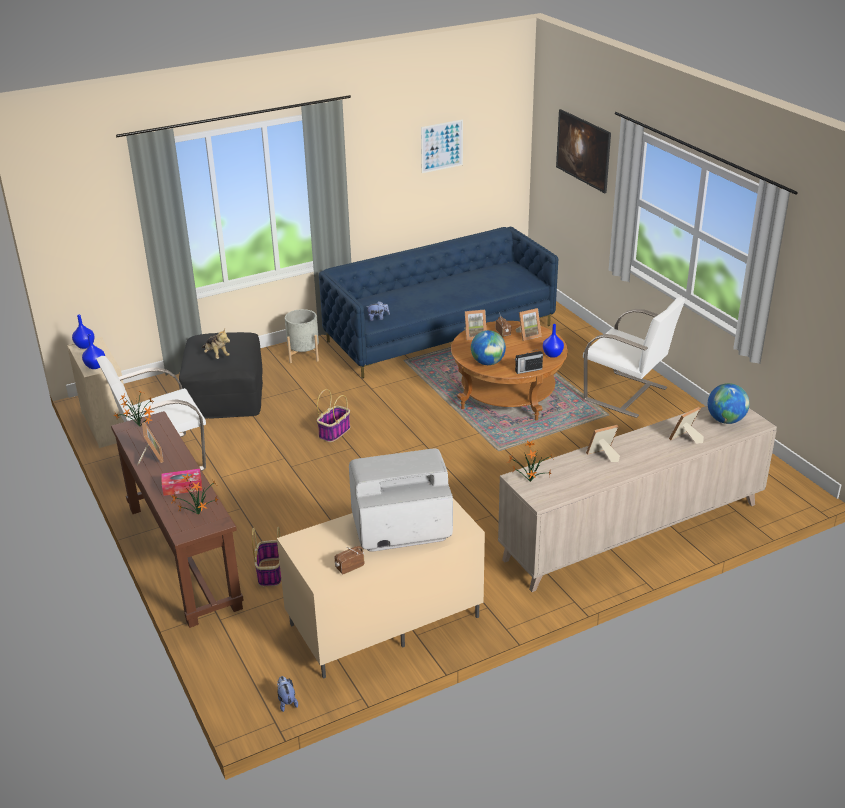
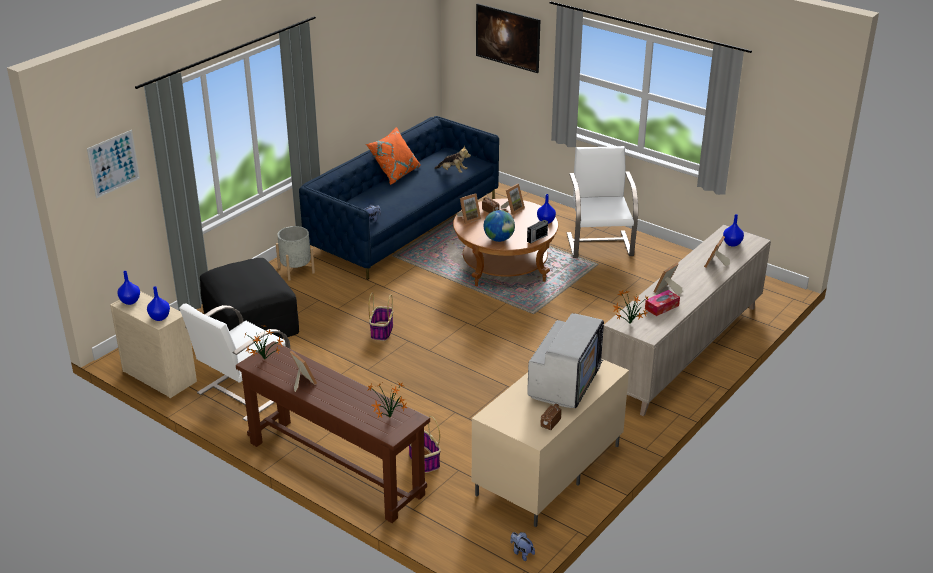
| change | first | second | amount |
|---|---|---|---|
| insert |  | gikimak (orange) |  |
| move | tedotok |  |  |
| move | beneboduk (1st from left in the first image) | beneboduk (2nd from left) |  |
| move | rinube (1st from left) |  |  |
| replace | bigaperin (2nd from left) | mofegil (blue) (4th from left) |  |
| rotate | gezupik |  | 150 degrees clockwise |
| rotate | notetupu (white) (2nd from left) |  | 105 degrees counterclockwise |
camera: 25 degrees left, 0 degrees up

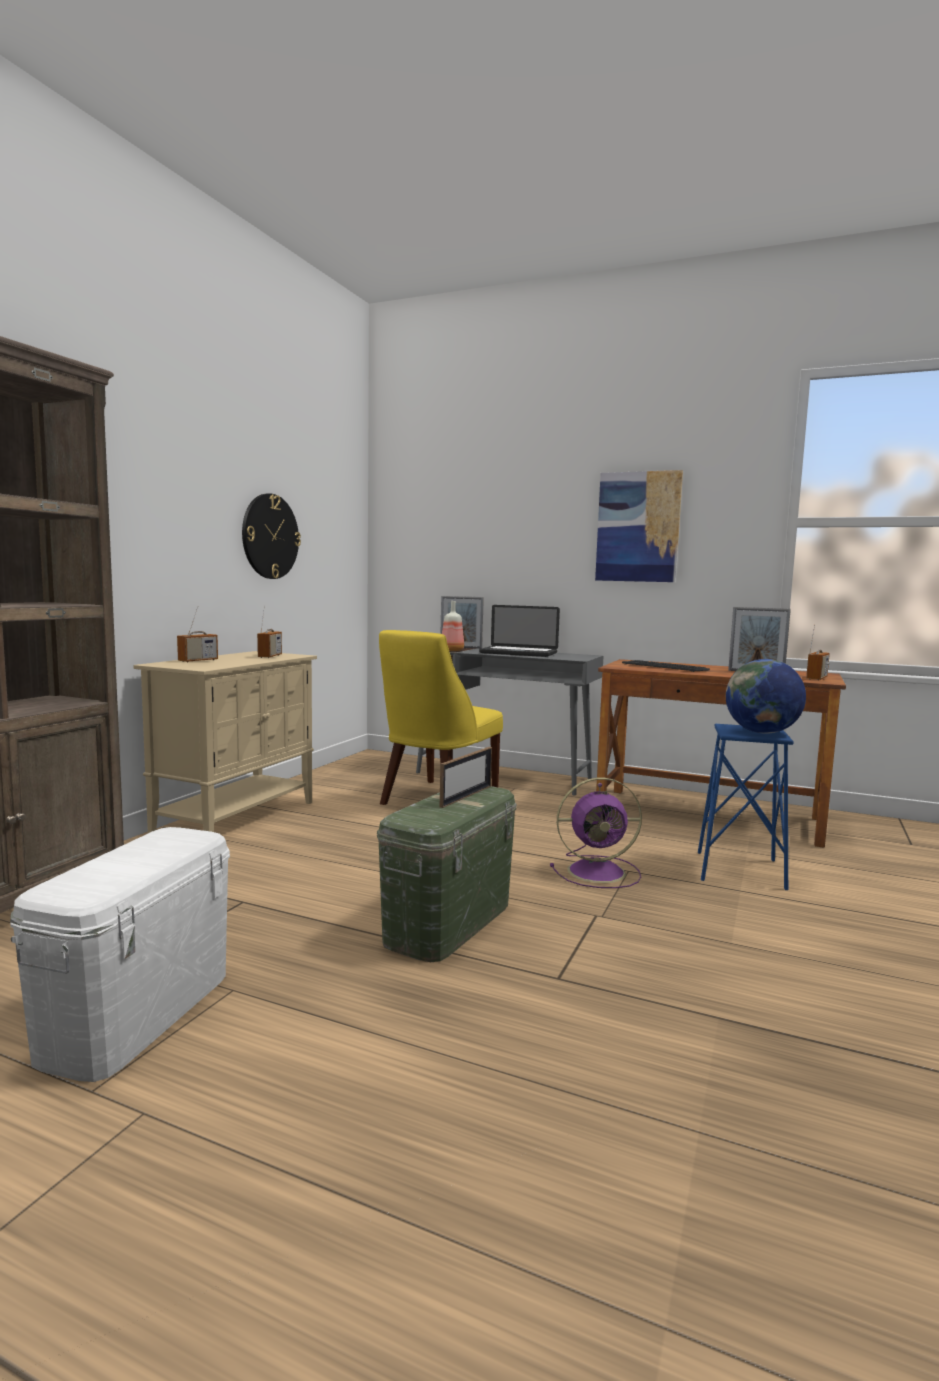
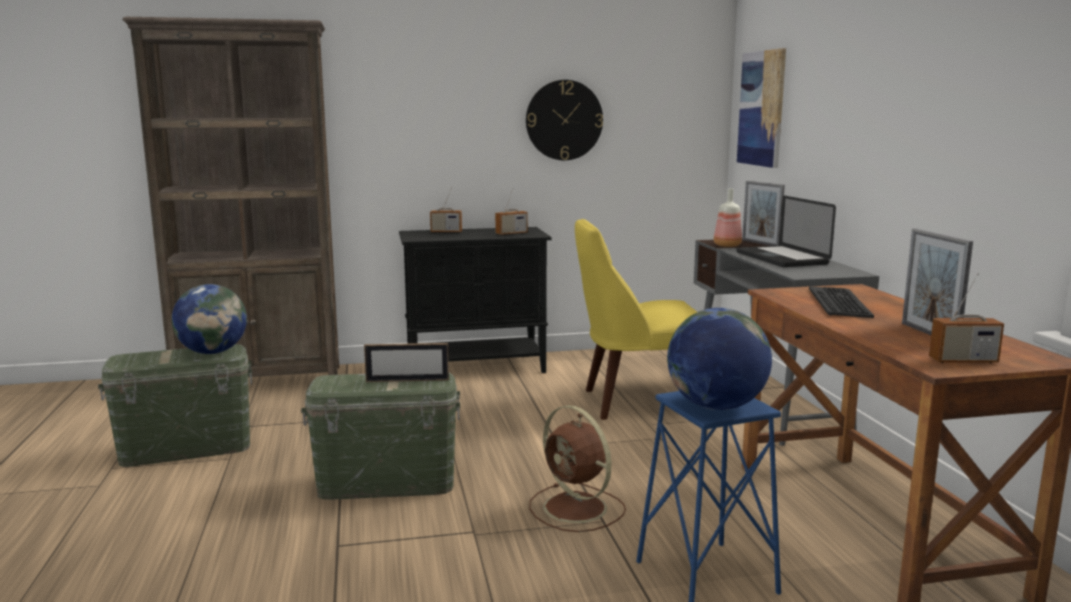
| change | first | second | amount |
|---|---|---|---|
| insert |  | bigaperin (1st from left) |  |
| move | rinube |  |  |
| recolor | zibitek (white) | zibitek (green) (1st from left) |  |
| recolor | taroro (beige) | taroro (black) |  |
| recolor | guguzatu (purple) | guguzatu (brown) |  |
camera: 55 degrees right, 5 degrees up

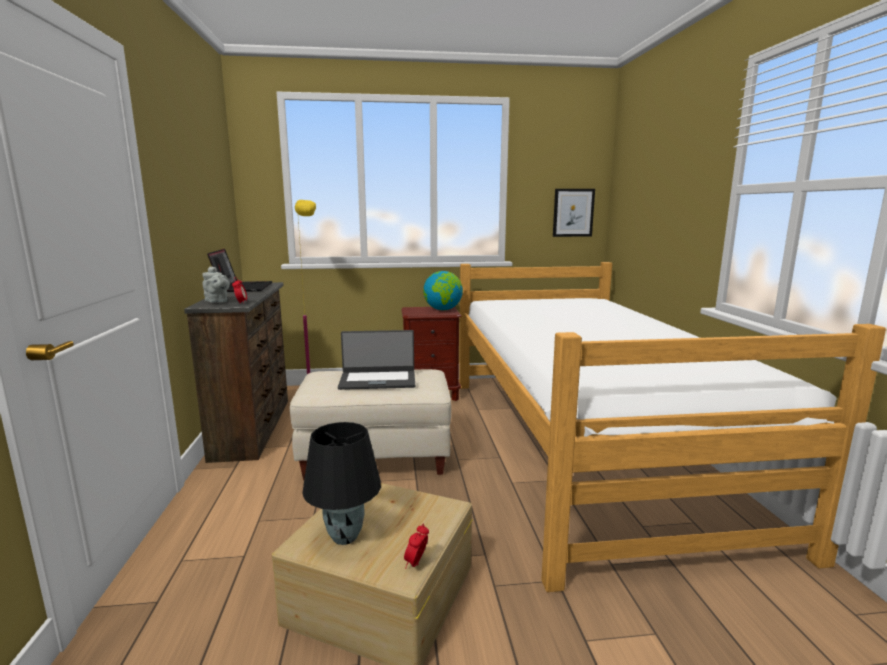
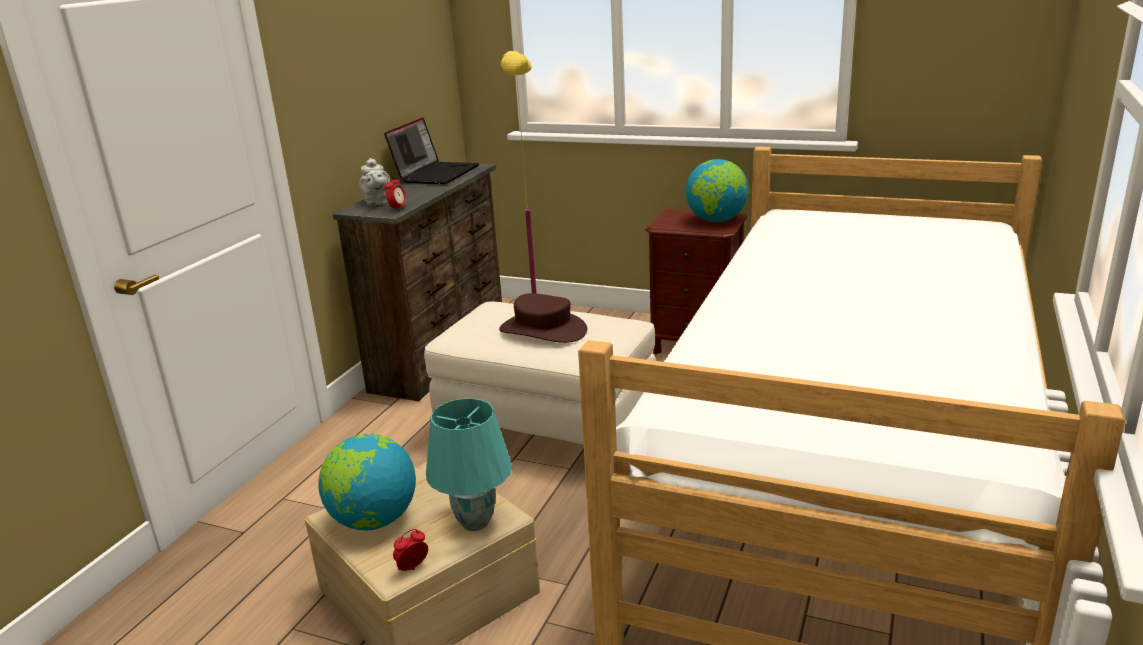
| change | first | second | amount |
|---|---|---|---|
| delete | rinube |  |  |
| insert |  | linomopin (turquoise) |  |
| replace | linomopin (black) | bigaperin (1st from left) |  |
| replace | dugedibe (2nd from left) | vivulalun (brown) |  |
camera: 30 degrees right, 10 degrees up

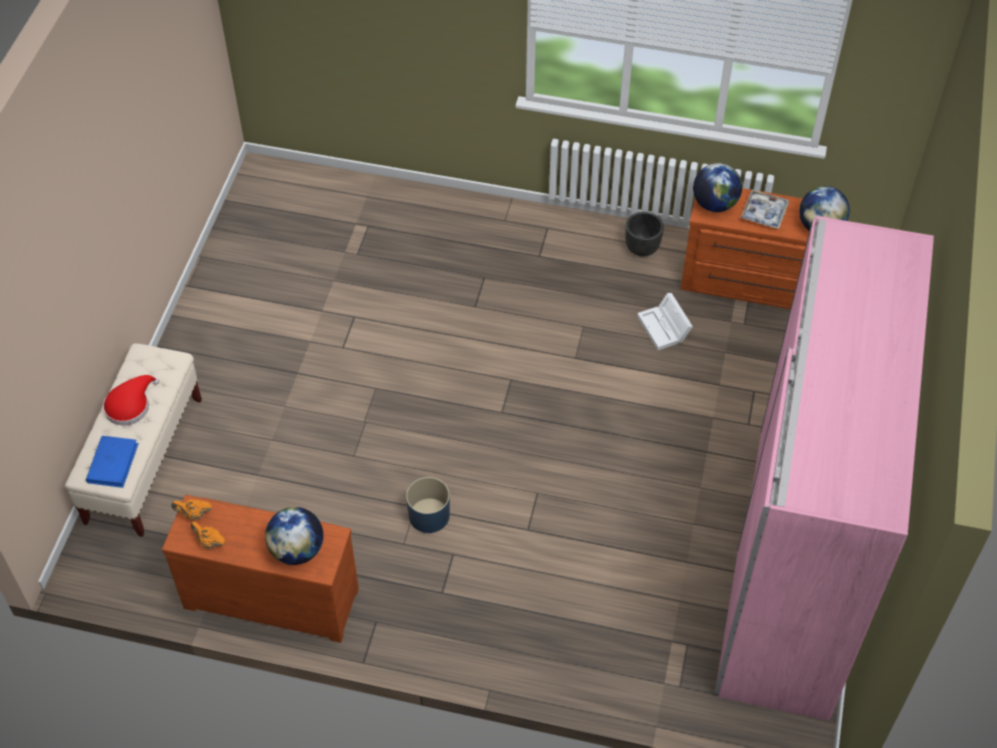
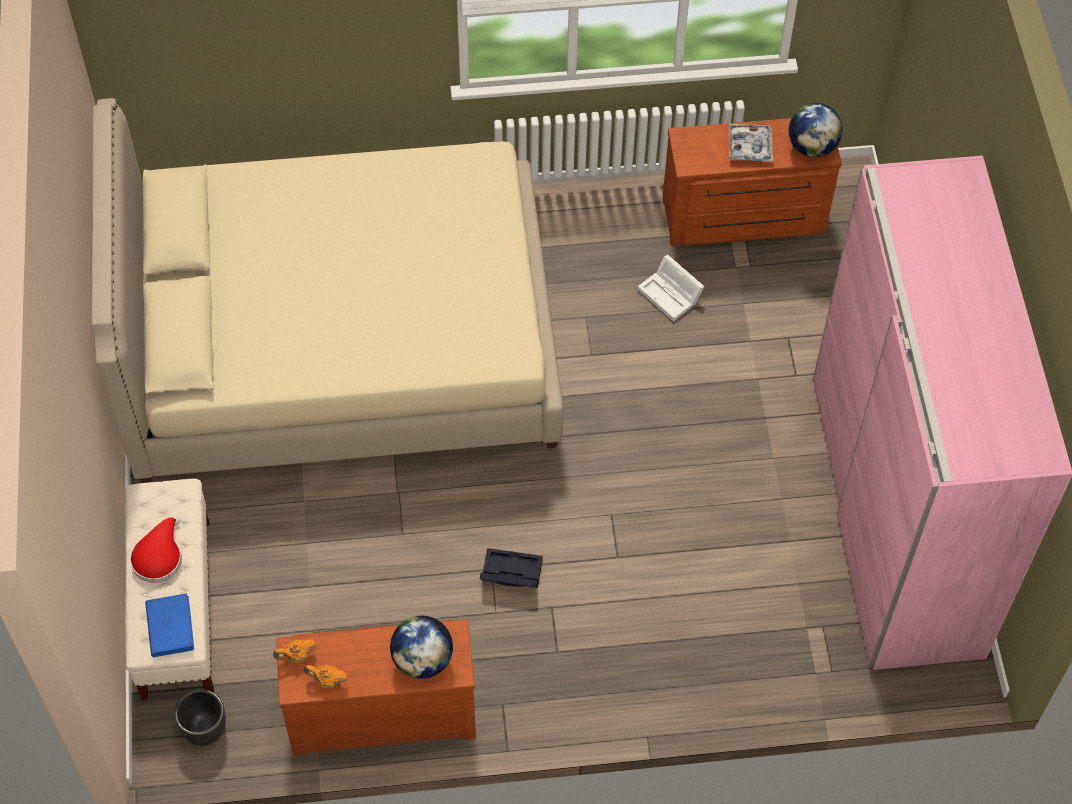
| change | first | second | amount |
|---|---|---|---|
| delete | bigaperin (2nd from left) |  |  |
| insert |  | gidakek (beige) |  |
| move | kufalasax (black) |  |  |
| replace | kufalasax (blue) | zibitek (black) |  |
camera: 20 degrees left, 5 degrees up

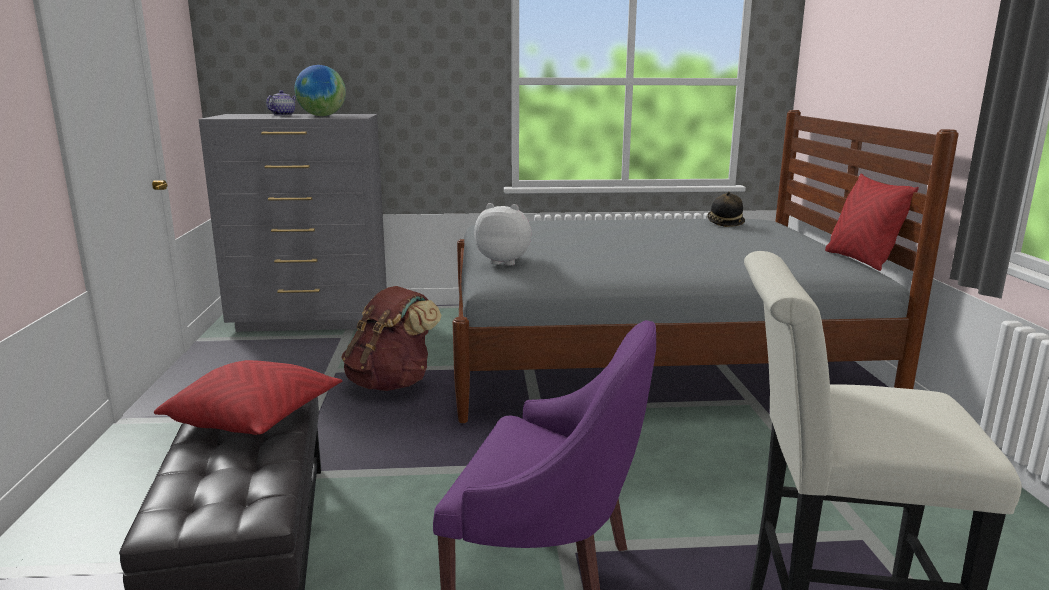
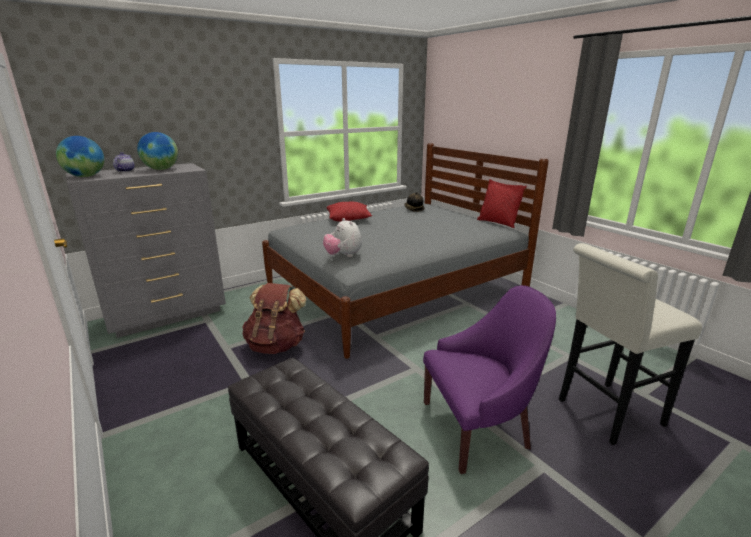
| change | first | second | amount |
|---|---|---|---|
| insert |  | bigaperin (1st from left) |  |
| move | gikimak (red) (1st from left) |  |  |
| rotate | beneboduk |  | 105 degrees counterclockwise |
camera: 30 degrees left, 5 degrees up

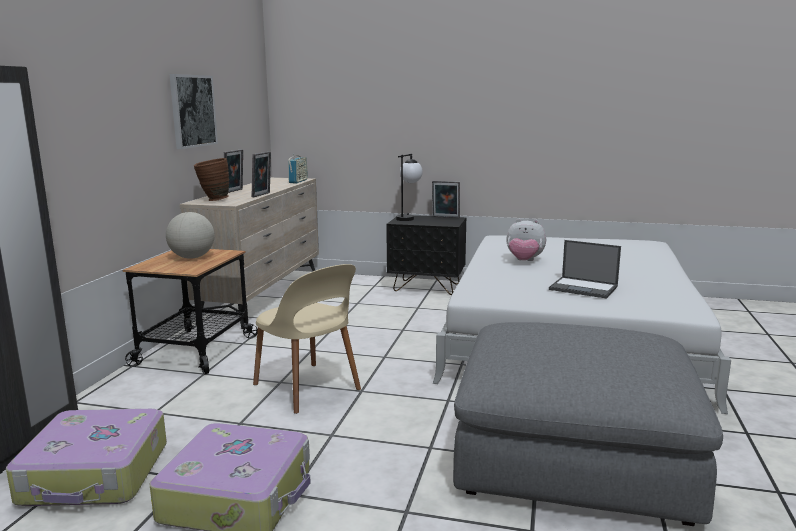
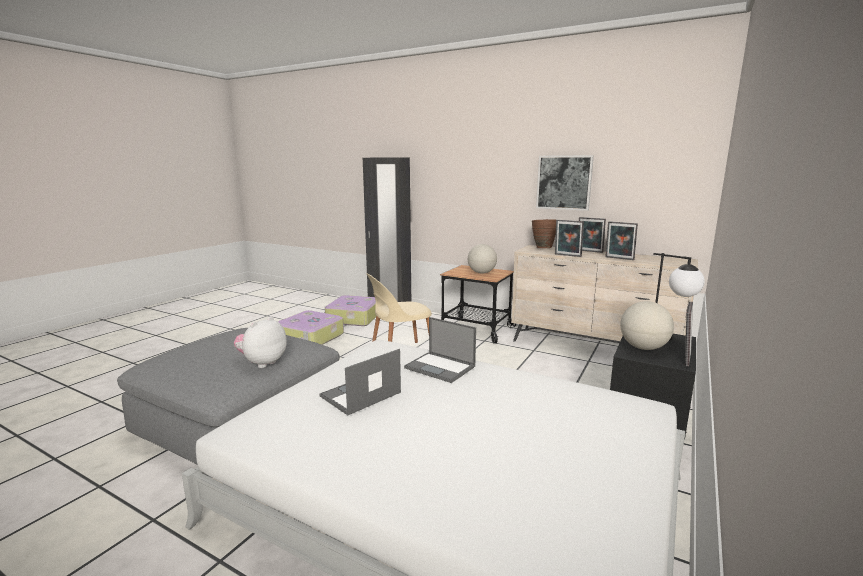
| change | first | second | amount |
|---|---|---|---|
| delete | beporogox |  |  |
| insert |  | dugedibe (2nd from left) |  |
| insert |  | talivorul (3rd from left) |  |
| insert |  | bigaperin (2nd from left) |  |
| move | beneboduk |  |  |
camera: 105 degrees right, 0 degrees up

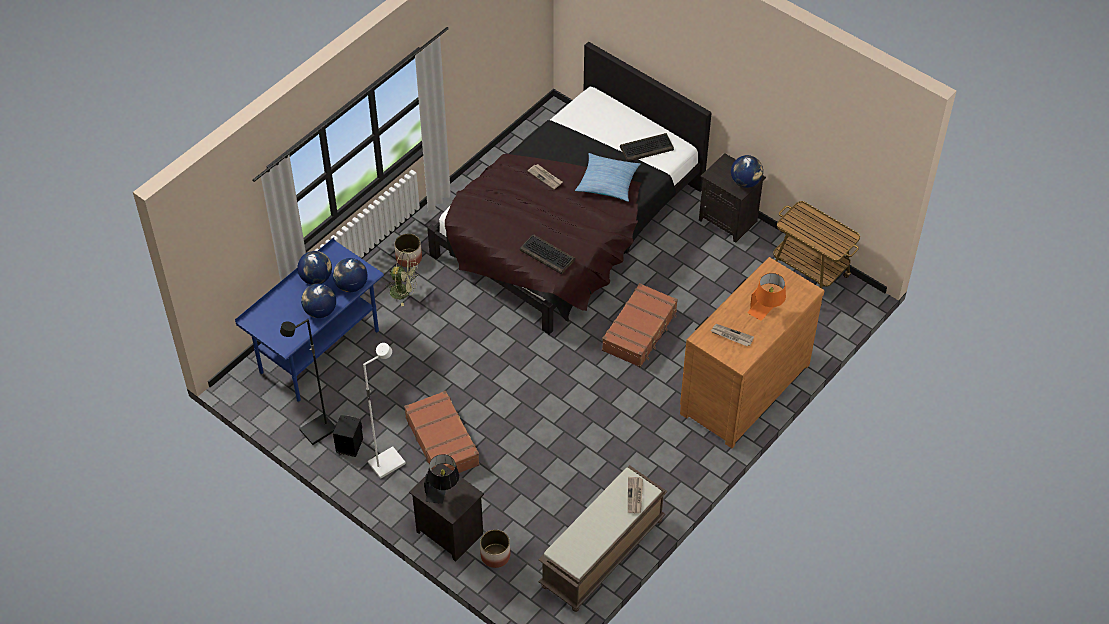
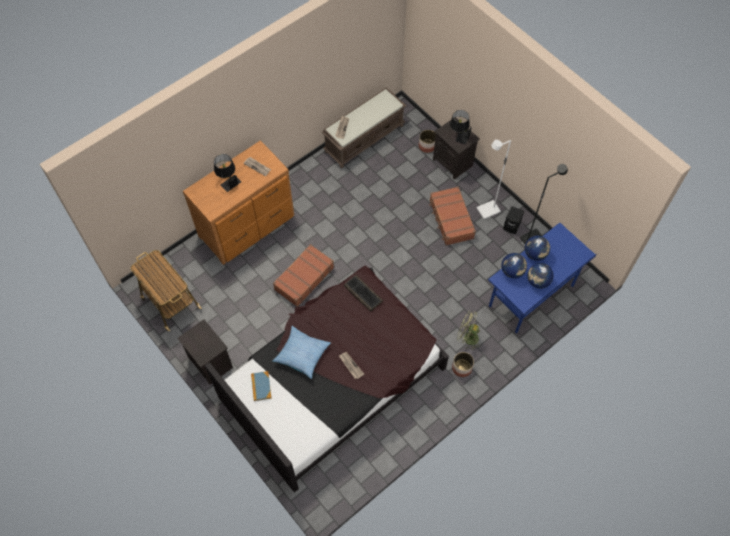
| change | first | second | amount |
|---|---|---|---|
| delete | bigaperin (4th from left) |  |  |
| replace | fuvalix (2nd from left) | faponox |  |
| recolor | linomopin (orange) | linomopin (black) (1st from left) |  |
camera: 170 degrees left, 10 degrees up

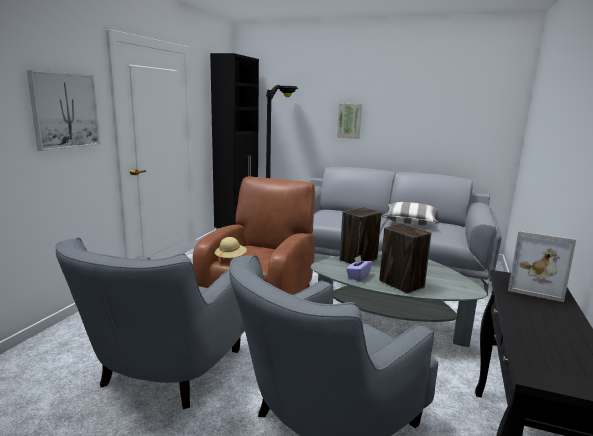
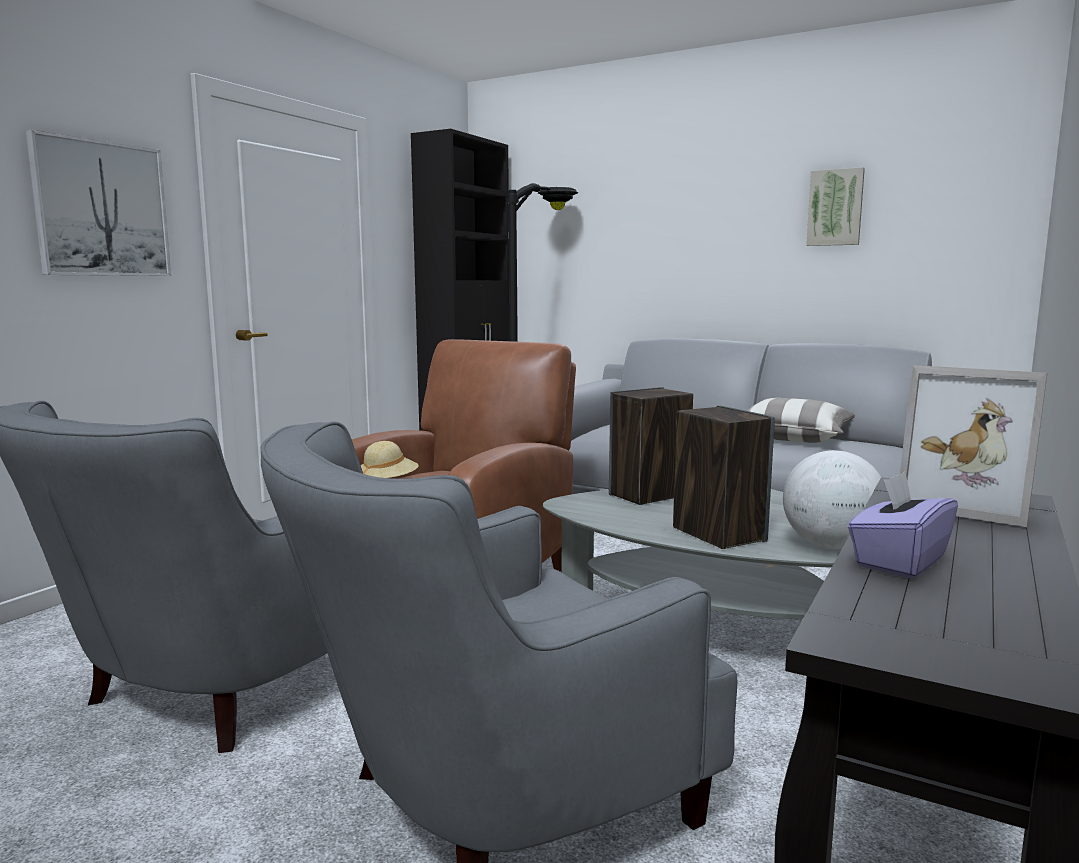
| change | first | second | amount |
|---|---|---|---|
| insert |  | bigaperin |  |
| move | rinube (2nd from left) |  |  |
| move | tedotok (purple) |  |  |
camera: 10 degrees right, 5 degrees down

